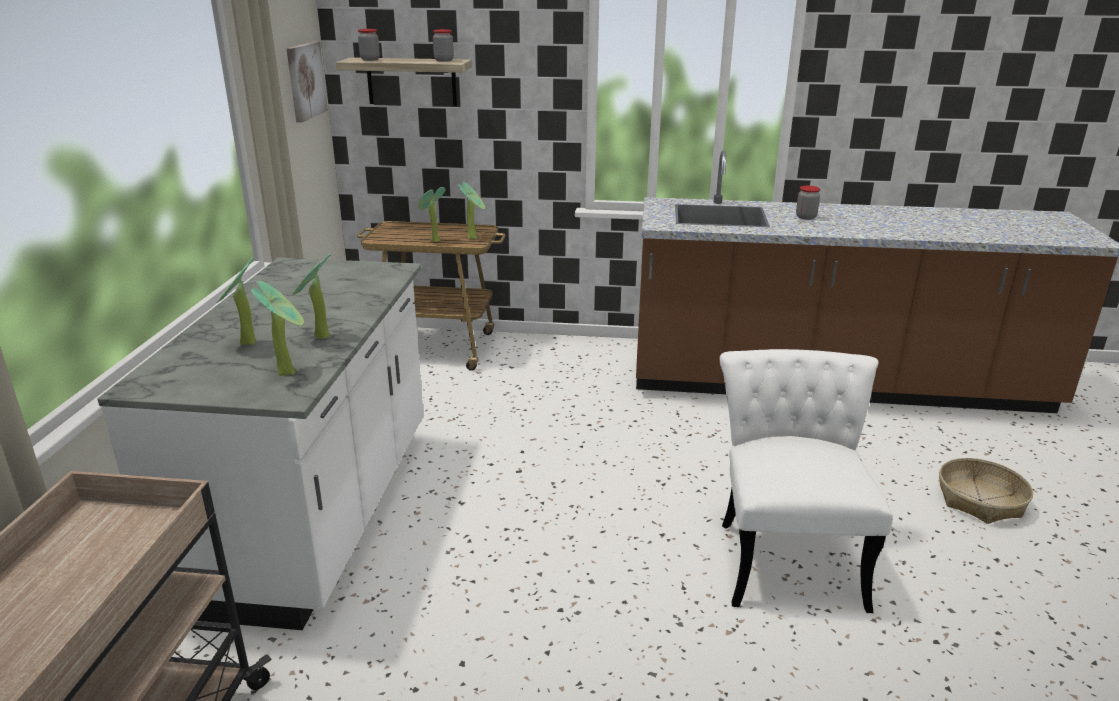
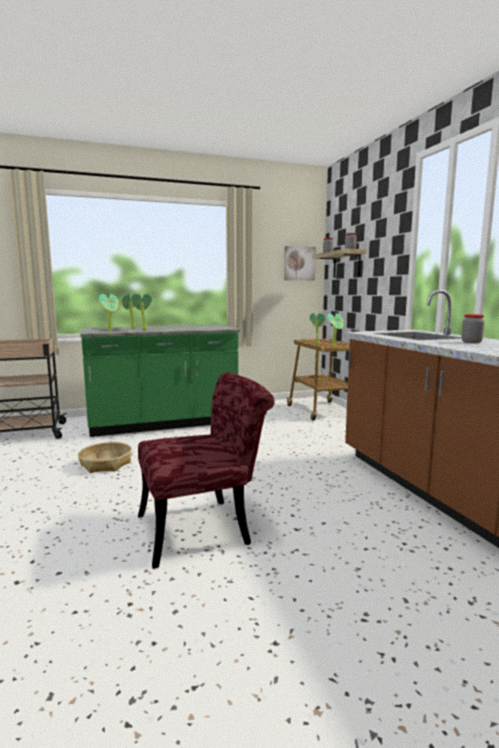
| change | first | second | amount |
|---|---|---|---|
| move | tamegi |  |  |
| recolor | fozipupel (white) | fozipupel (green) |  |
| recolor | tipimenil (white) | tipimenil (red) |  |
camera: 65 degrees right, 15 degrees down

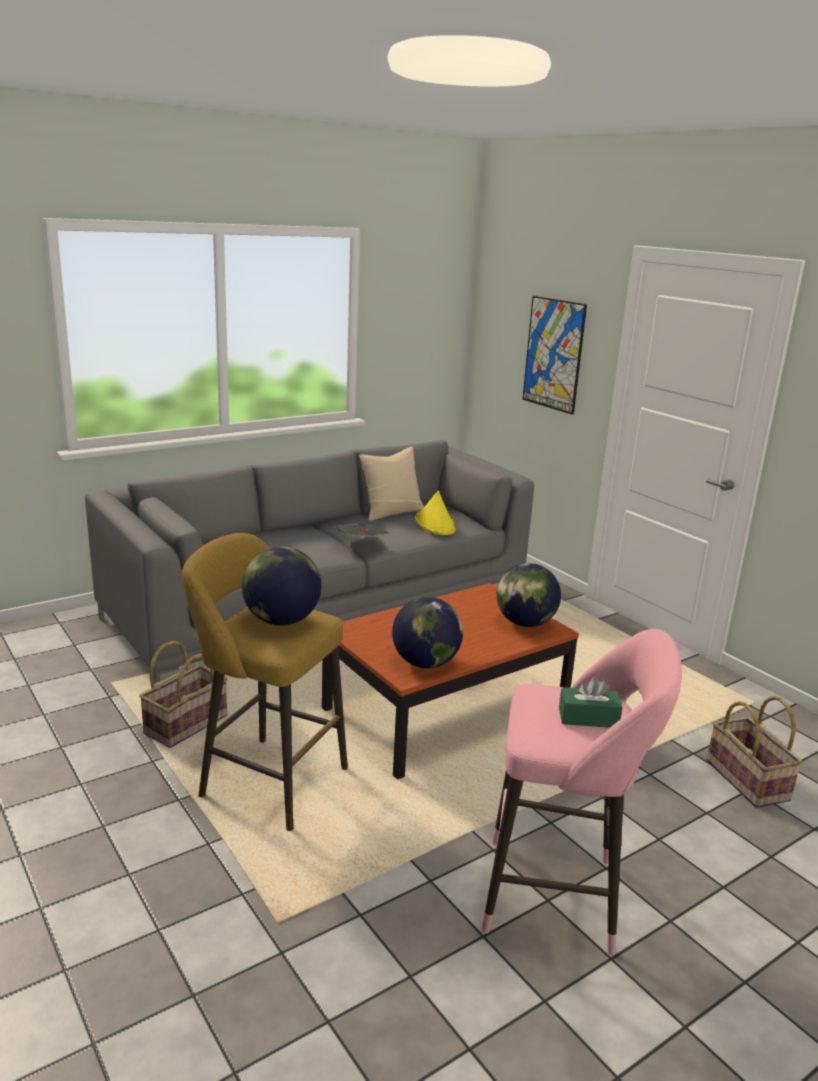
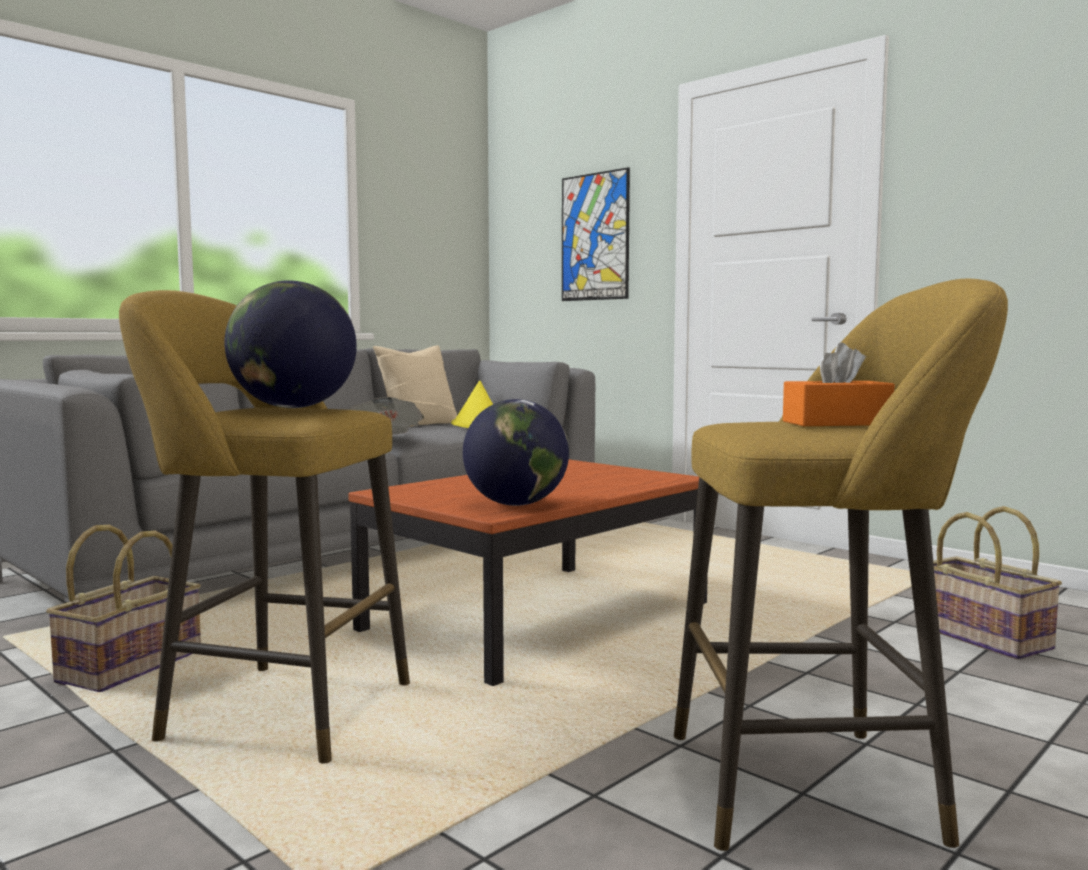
| change | first | second | amount |
|---|---|---|---|
| delete | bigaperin (3rd from left) |  |  |
| recolor | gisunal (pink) | gisunal (yellow) (2nd from left) |  |
| recolor | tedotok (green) | tedotok (orange) |  |
camera: 10 degrees left, 15 degrees down

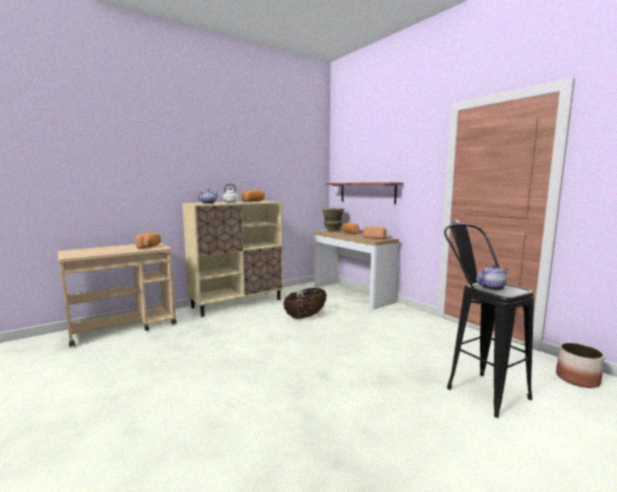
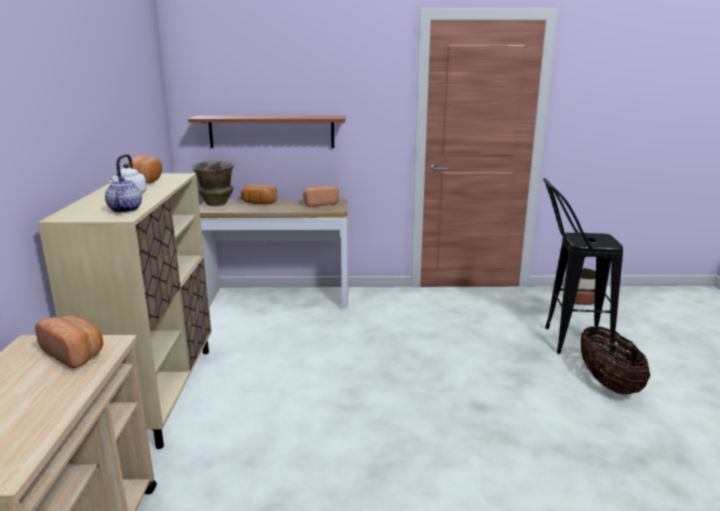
| change | first | second | amount |
|---|---|---|---|
| delete | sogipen (2nd from left) |  |  |
| move | tamegi |  |  |
camera: 55 degrees left, 10 degrees up

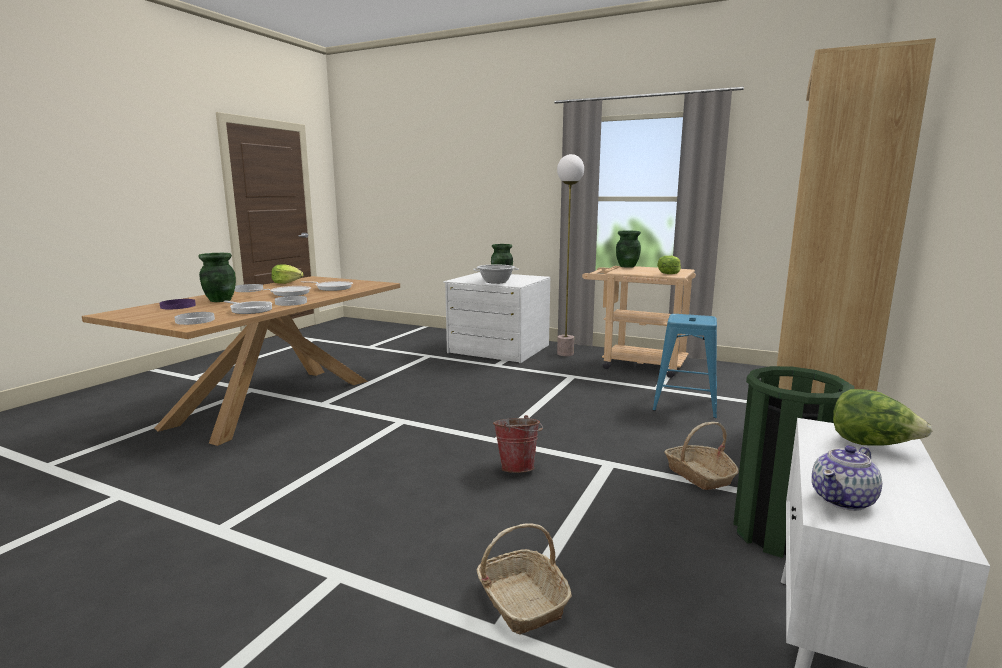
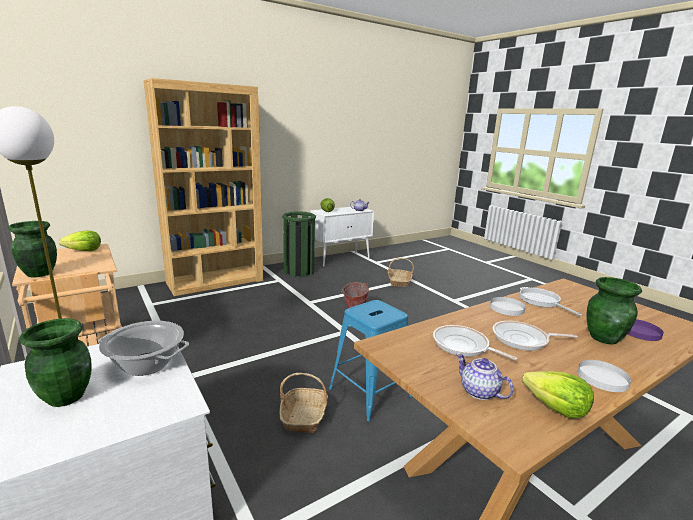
| change | first | second | amount |
|---|---|---|---|
| delete | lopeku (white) (1st from left) |  |  |
| insert |  | sogipen (2nd from left) |  |
| move | gisunal (blue) |  |  |
| move | tamegi (2nd from left in the first image) | tamegi (1st from left) |  |
camera: 150 degrees left, 5 degrees up

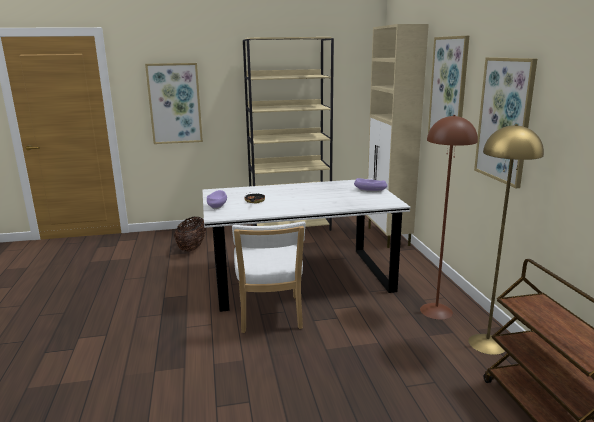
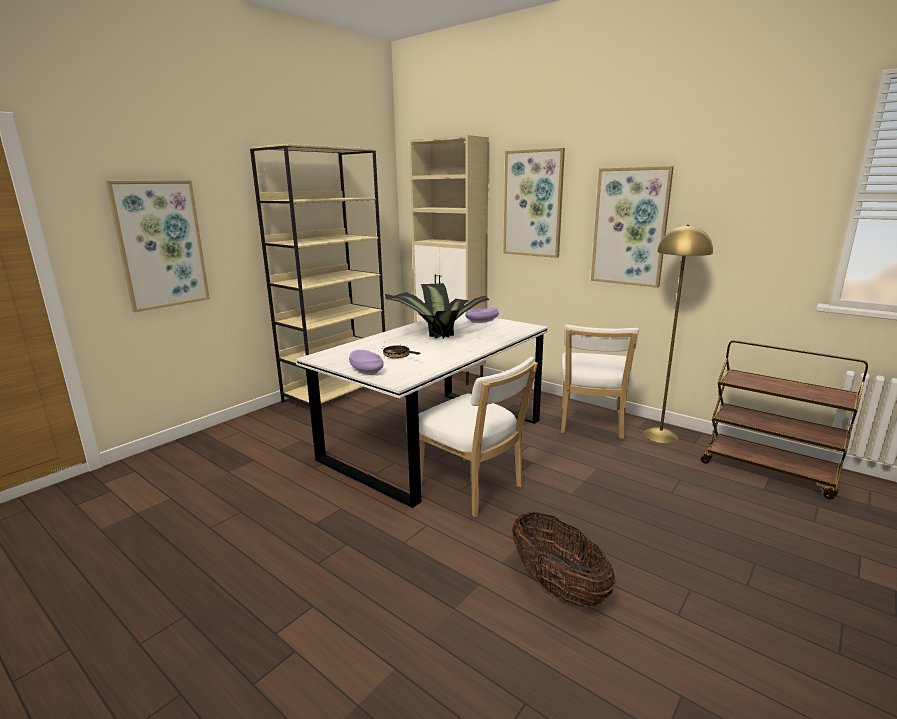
| change | first | second | amount |
|---|---|---|---|
| insert |  | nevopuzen |  |
| move | tamegi |  |  |
| replace | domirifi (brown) | tipimenil (white) (2nd from left) |  |
camera: 40 degrees left, 0 degrees up

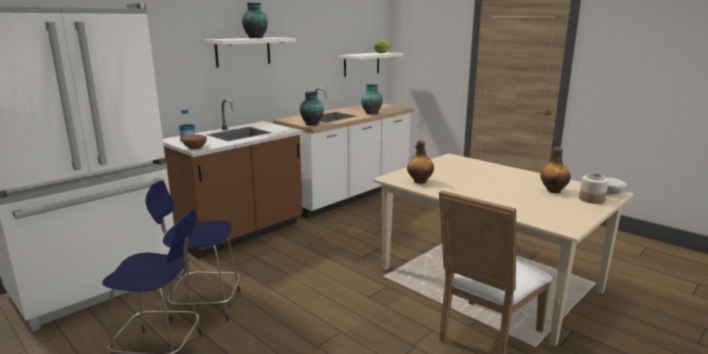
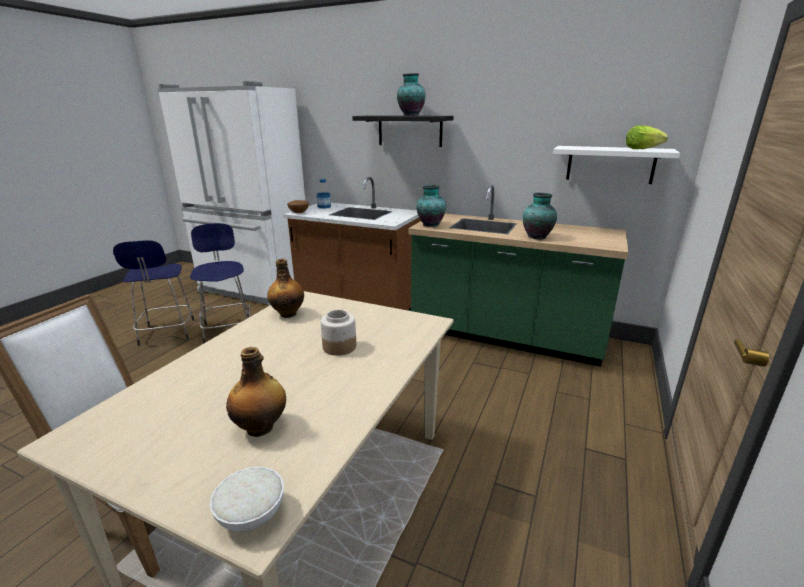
| change | first | second | amount |
|---|---|---|---|
| move | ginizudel |  |  |
| recolor | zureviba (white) (1st from left) | zureviba (black) |  |
| recolor | fozipupel (white) | fozipupel (green) |  |
camera: 70 degrees right, 5 degrees up

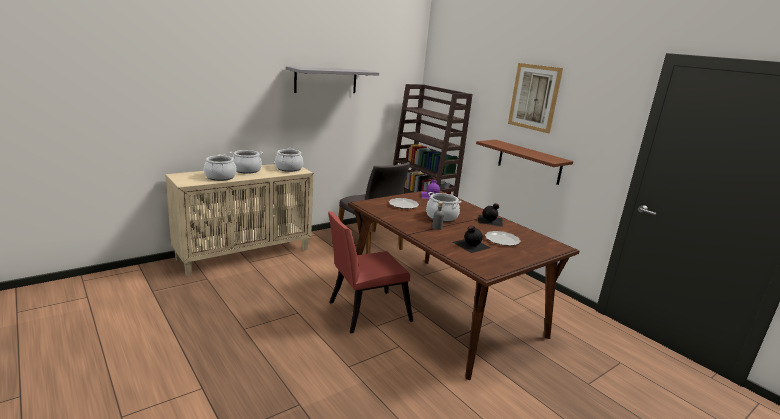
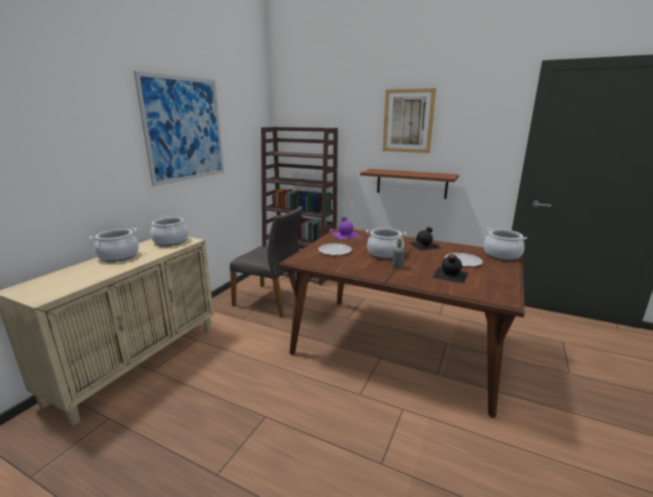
| change | first | second | amount |
|---|---|---|---|
| delete | tipimenil (red) |  |  |
| move | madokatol (1st from left in the first image) | madokatol (4th from left) |  |
| replace | zureviba (grey) | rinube (1st from left) |  |
camera: 25 degrees left, 0 degrees up

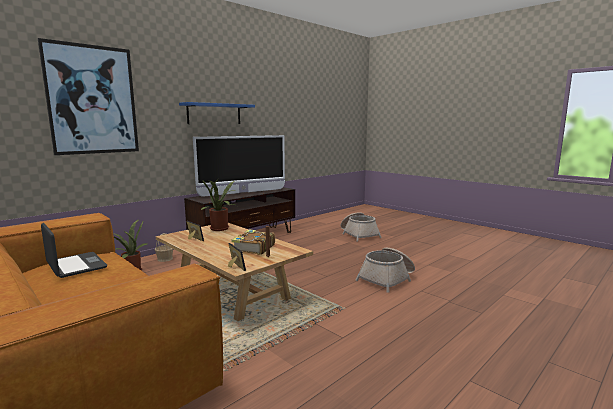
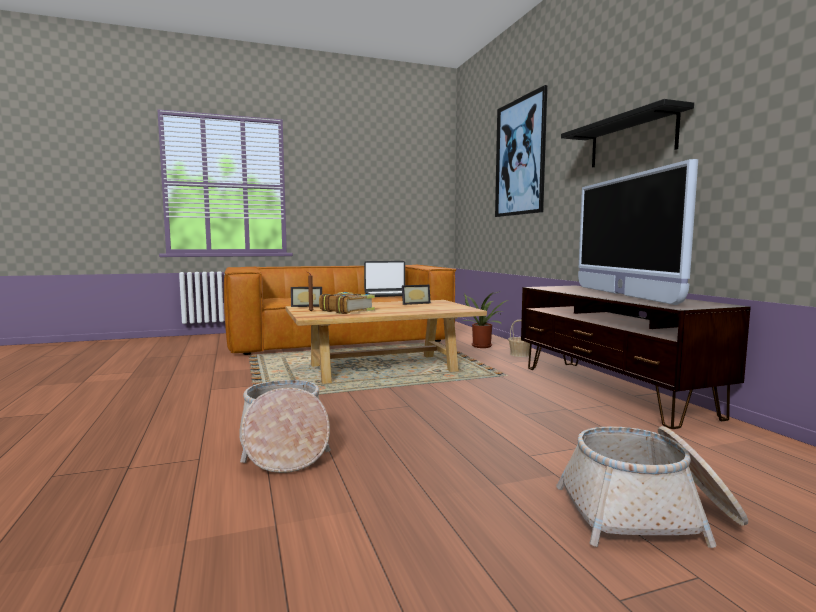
| change | first | second | amount |
|---|---|---|---|
| delete | nevopuzen (2nd from left) |  |  |
| recolor | zureviba (blue) | zureviba (black) |  |
camera: 115 degrees right, 5 degrees down

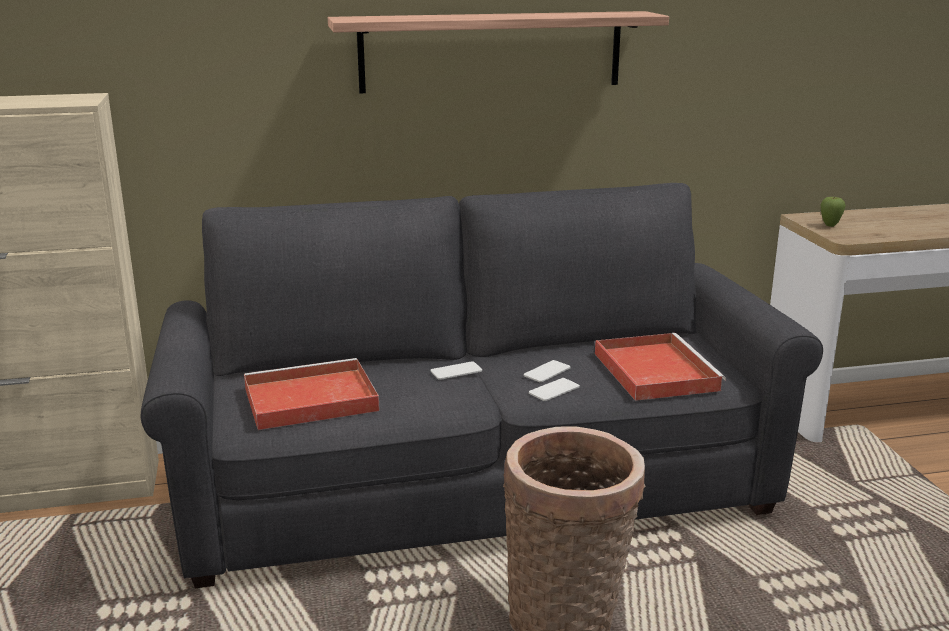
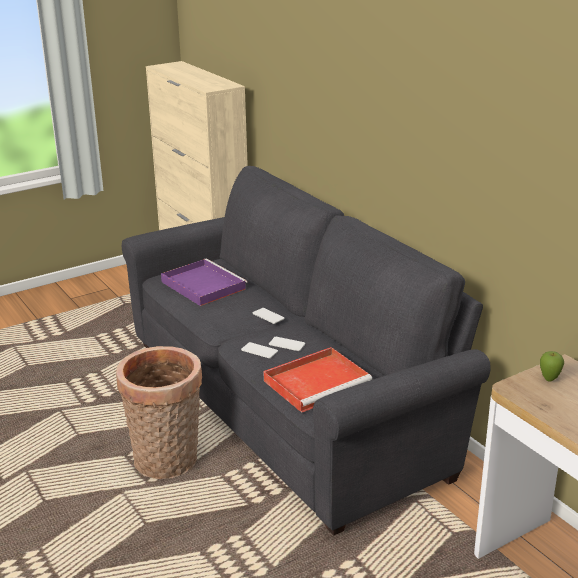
| change | first | second | amount |
|---|---|---|---|
| delete | zureviba |  |  |
| recolor | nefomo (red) (1st from left) | nefomo (purple) |  |
camera: 70 degrees right, 5 degrees up

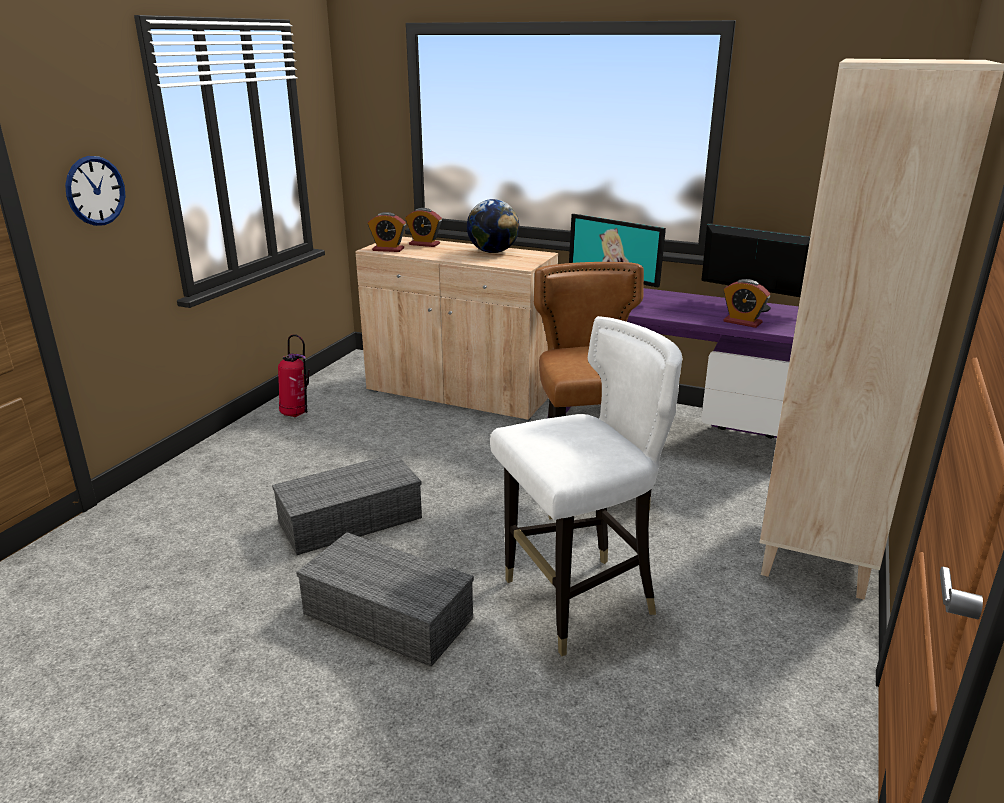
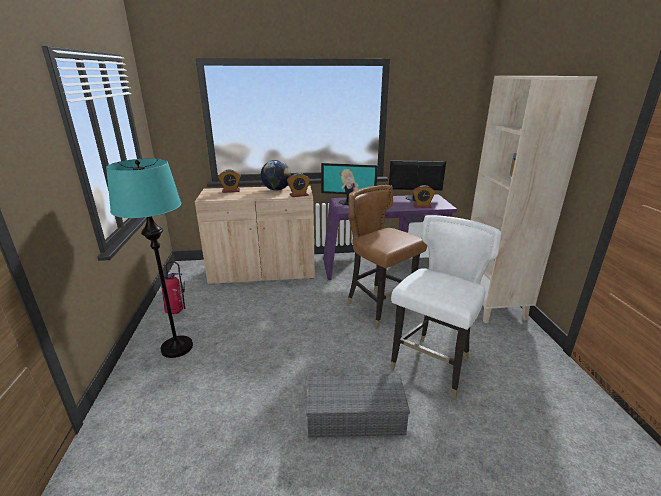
| change | first | second | amount |
|---|---|---|---|
| delete | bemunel |  |  |
| delete | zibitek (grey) (1st from left) |  |  |
| insert |  | domirifi (turquoise) |  |
| move | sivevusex (1st from left in the first image) | sivevusex (2nd from left) |  |
camera: 30 degrees left, 0 degrees up

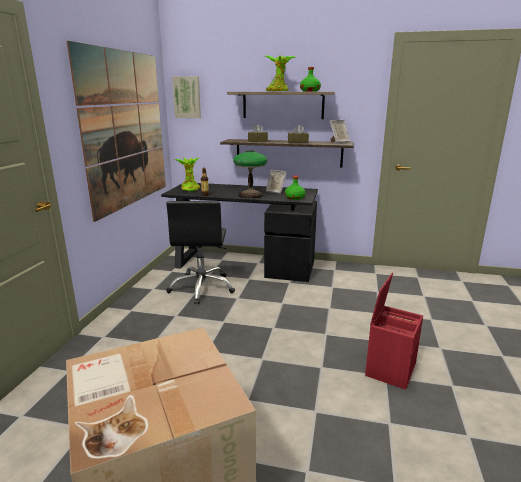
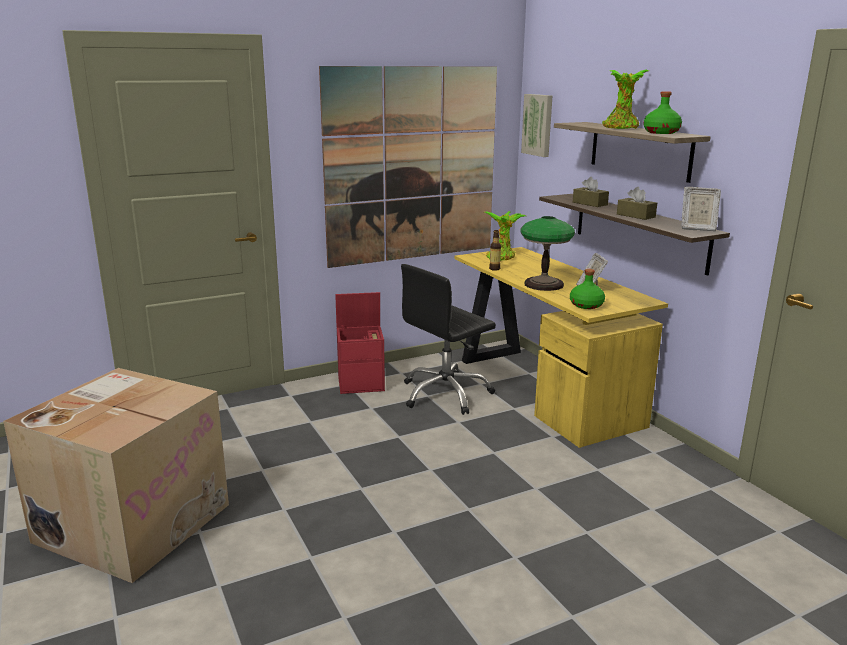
| change | first | second | amount |
|---|---|---|---|
| move | zibitek (red) |  |  |
| recolor | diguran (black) | diguran (yellow) |  |
camera: 50 degrees right, 0 degrees up

